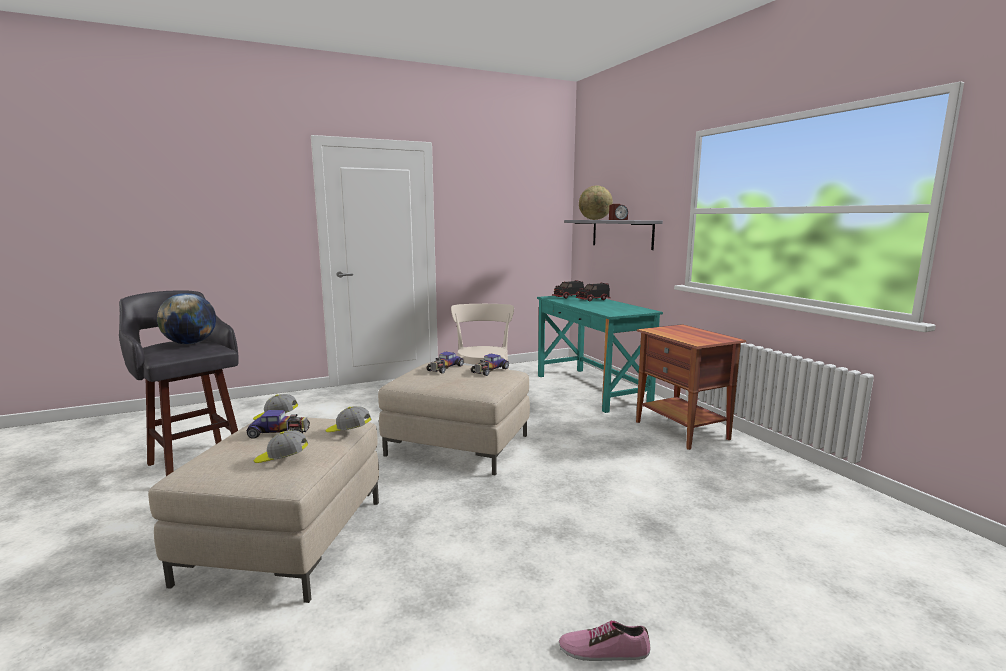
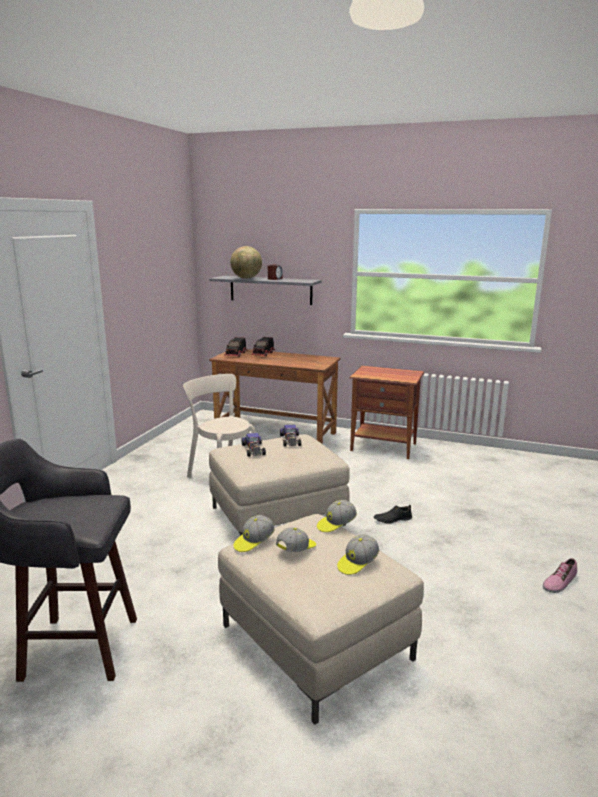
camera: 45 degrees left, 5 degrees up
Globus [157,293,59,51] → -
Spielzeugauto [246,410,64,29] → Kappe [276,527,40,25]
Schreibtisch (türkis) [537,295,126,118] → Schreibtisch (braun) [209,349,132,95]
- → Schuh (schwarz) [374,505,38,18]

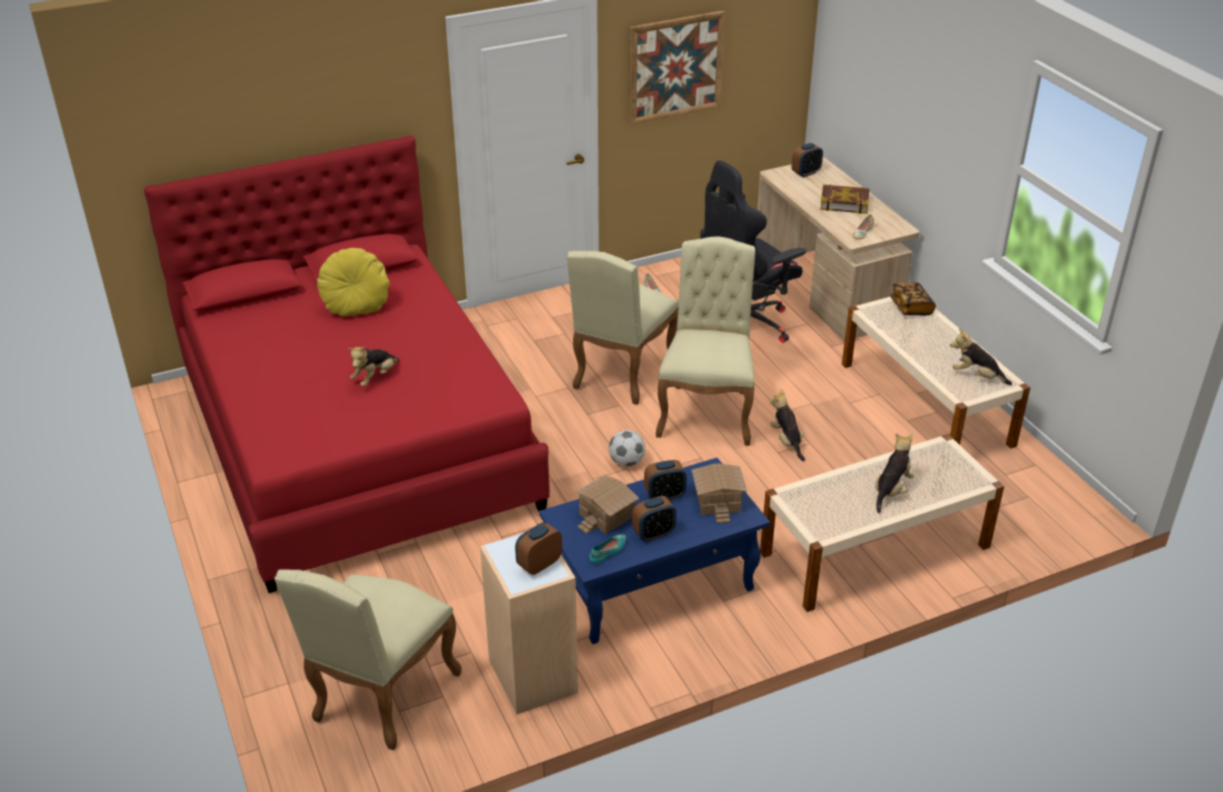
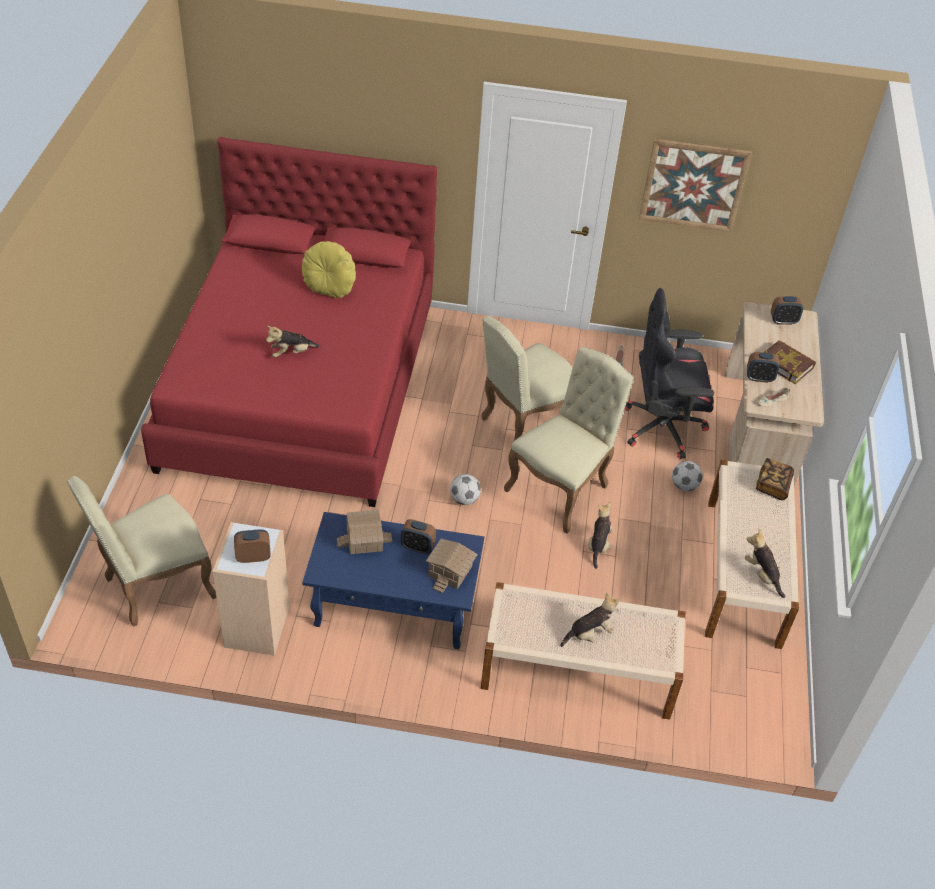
camera: 30 degrees right, 10 degrees up
Schuh (türkis) [589,534,38,30] → -
Wecker [632,496,44,46] → Wecker [747,352,32,31], relocated
- → Fußball [672,461,31,30]

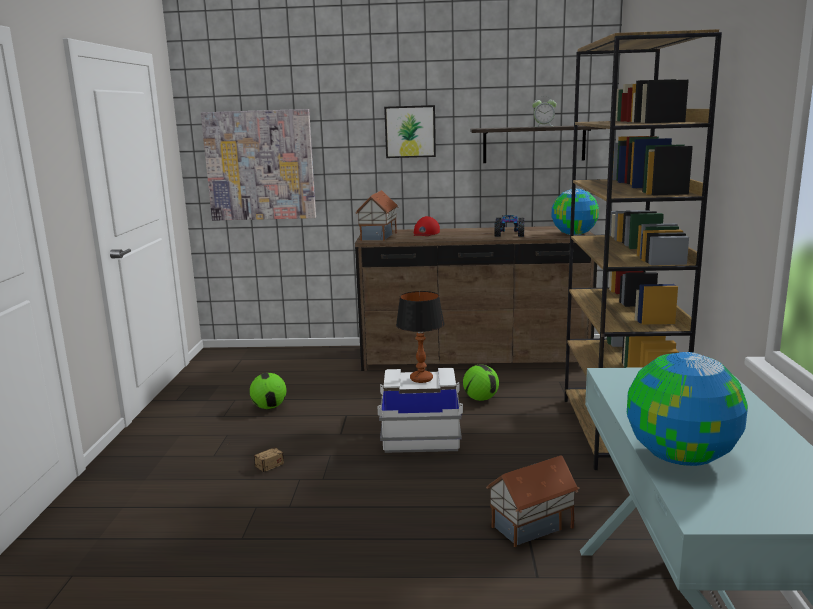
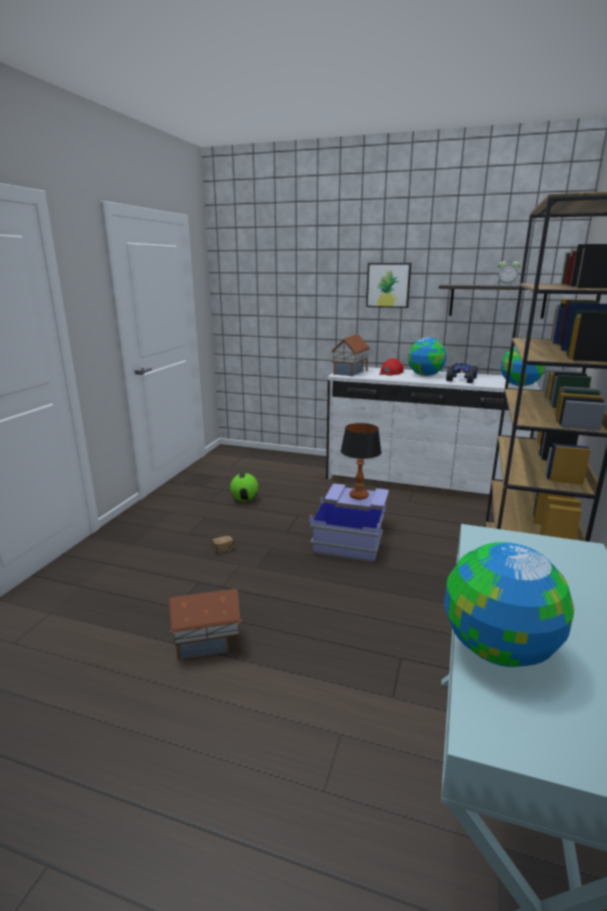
camera: 15 degrees right, 5 degrees up
Bild [201,109,115,112] → -
Kommode (braun) [355,226,242,145] → Kommode (weiß) [326,367,214,127]
Aufbewahrungsbox (weiß) [377,368,86,85] → Aufbewahrungsbox (blau) [309,484,80,78]
Fußball [463,365,36,36] → -
Spielzeughaus [486,455,94,92] → Spielzeughaus [169,589,73,71], relocated
- → Globus [408,337,39,39]

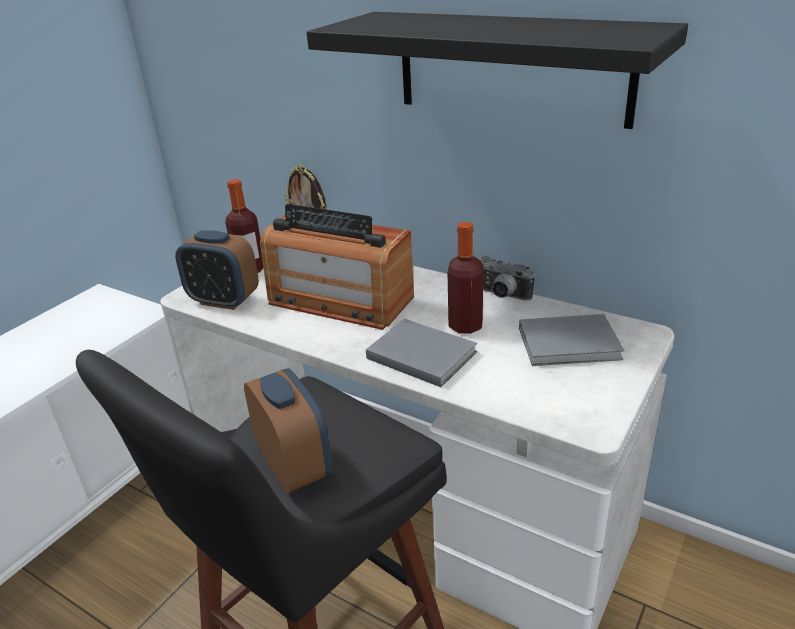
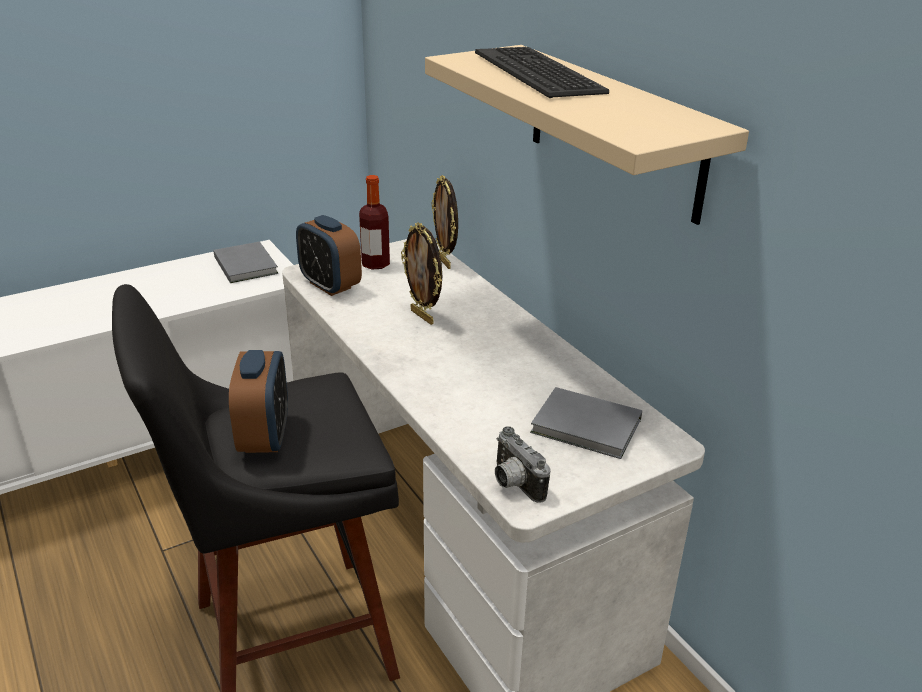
camera: 25 degrees right, 0 degrees up
Radio [260,204,154,126] → Bilderrahmen [401,222,41,103]
Wandregal (schwarz) [307,12,381,117] → Wandregal (beige) [425,45,324,180]
Buch (grau) [366,319,111,68] → Buch (grau) [214,241,64,42], relocated
Flasche [448,222,35,112] → -
Kamera [481,256,54,45] → Kamera [495,427,56,76], relocated
- → Tastatur [475,47,134,51]

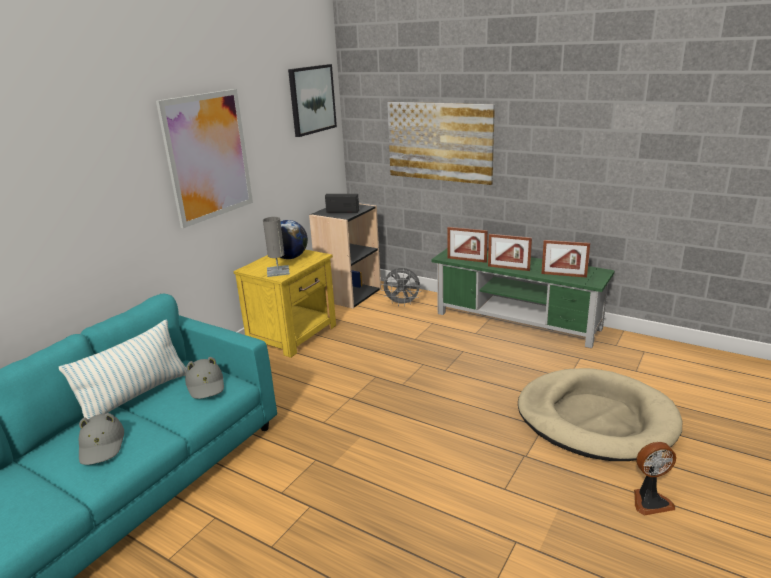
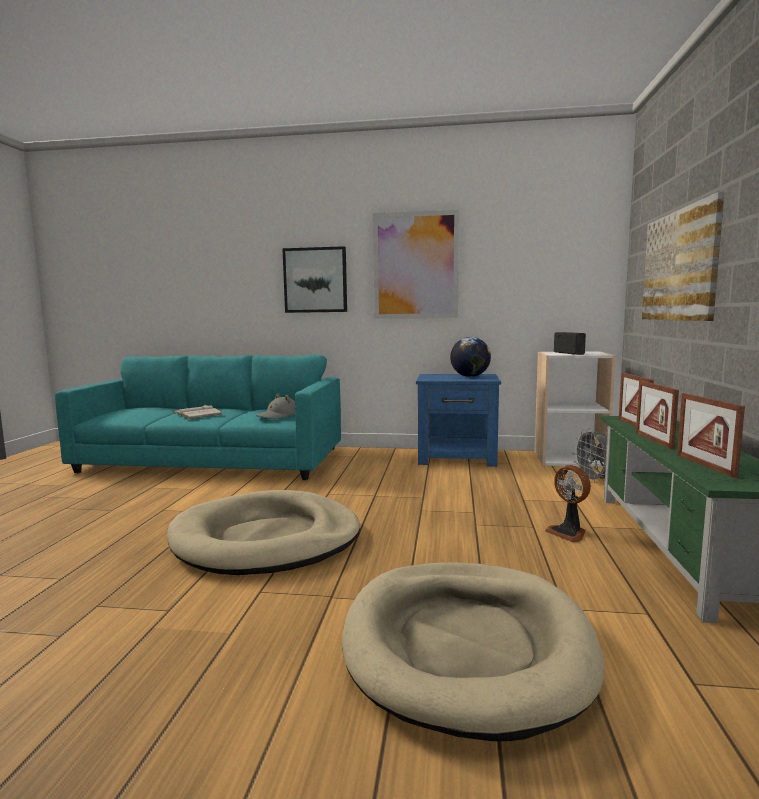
camera: 65 degrees right, 15 degrees down
Kissen [59,320,128,99] → -
Hut (grau) [79,413,45,52] → Buch (weiß) [173,405,50,14]
Nachttisch (gelb) [234,250,102,108] → Nachttisch (blau) [416,374,85,93]
Tischlampe (grau) [263,217,27,60] → -
Bild [288,64,49,73] → Bild [282,246,65,67], relocated
Bücherregal (schwarz) [309,203,72,106] → Bücherregal (weiß) [535,351,81,116]
Ventilator [634,442,42,74] → Ventilator [545,465,46,77], relocated
- → Hundebett (beige) [167,490,193,85]

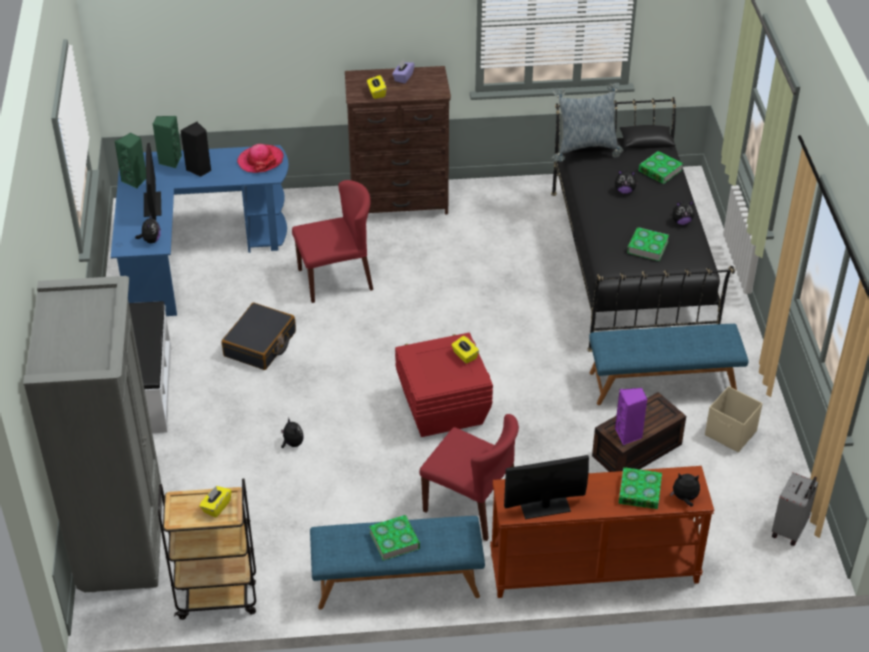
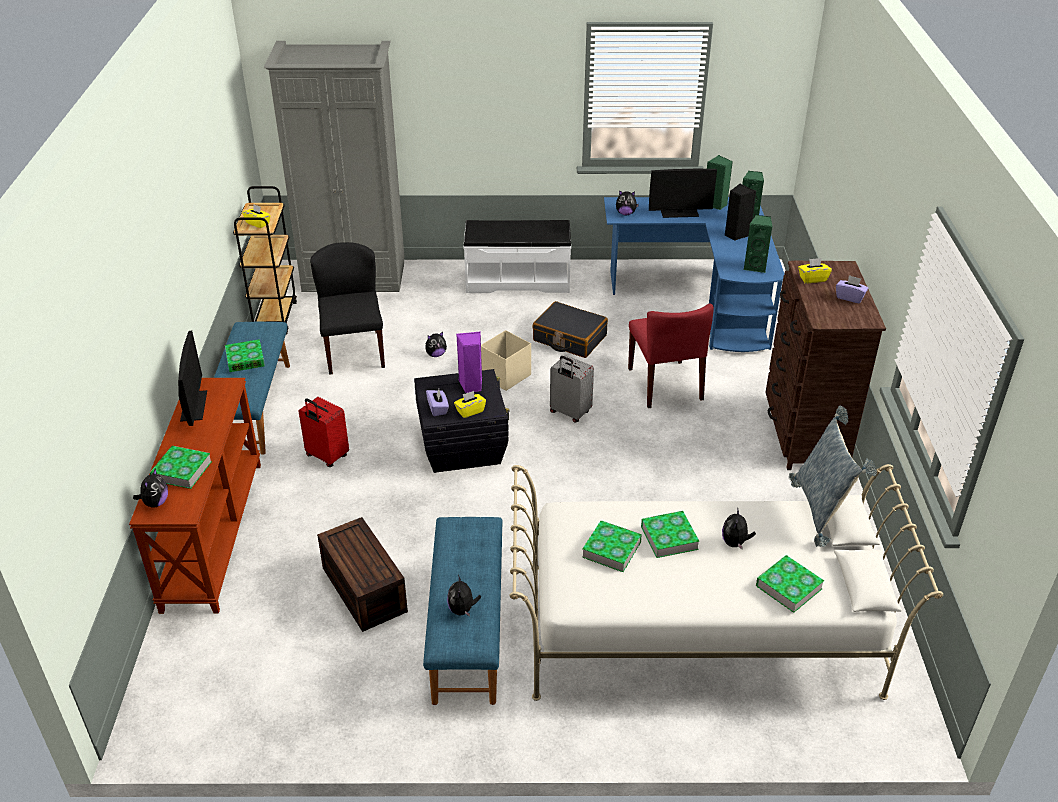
camera: 95 degrees right, 5 degrees down
Hut [237,144,47,29] → Lautsprecher (grün) [743,215,30,58]
Aufbewahrungsbox (rot) [395,333,98,104] → Aufbewahrungsbox (schwarz) [414,369,96,104]
Stuhl (rot) [419,414,100,127] → Koffer (rot) [299,397,50,70]
Bett (schwarz) [551,97,184,255] → Bett (weiß) [509,464,434,237]
Lautsprecher (lila) [615,388,32,57] → Lautsprecher (lila) [456,332,26,61], relocated
Plüschtier [672,201,22,24] → Plüschtier [447,575,34,41], relocated
Aufbewahrungsbox (beige) [705,386,58,66] → Aufbewahrungsbox (beige) [481,330,50,61], relocated
Koffer (grau) [772,472,46,74] → Koffer (grau) [550,355,44,67], relocated
- → Stuhl (schwarz) [310,242,75,133]
- → Taschentuchbox (lila) [426,389,23,27]
- → Buch [641,511,59,47]

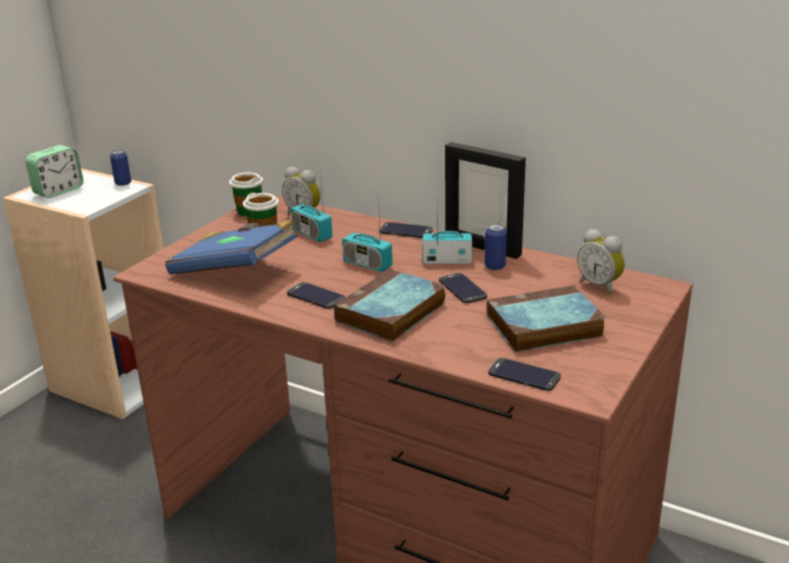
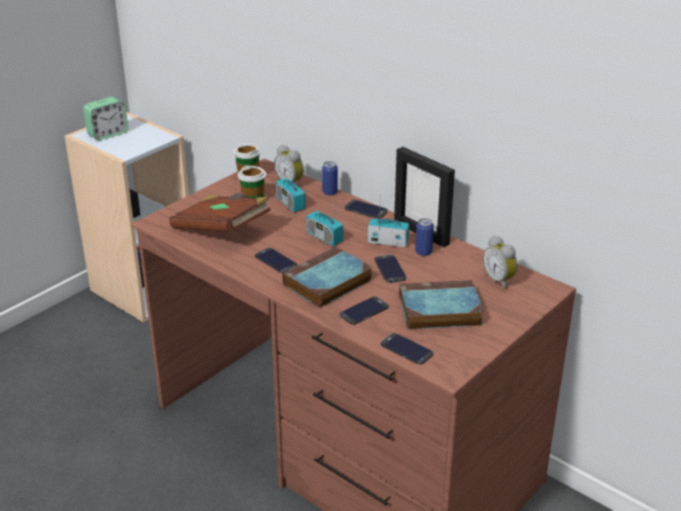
camera: 10 degrees right, 5 degrees up
Dose [110,149,21,37] → Dose [322,161,16,35], relocated
Buch (blau) [165,220,132,54] → Buch (braun) [169,193,102,39]
- → Handy [340,296,49,29]

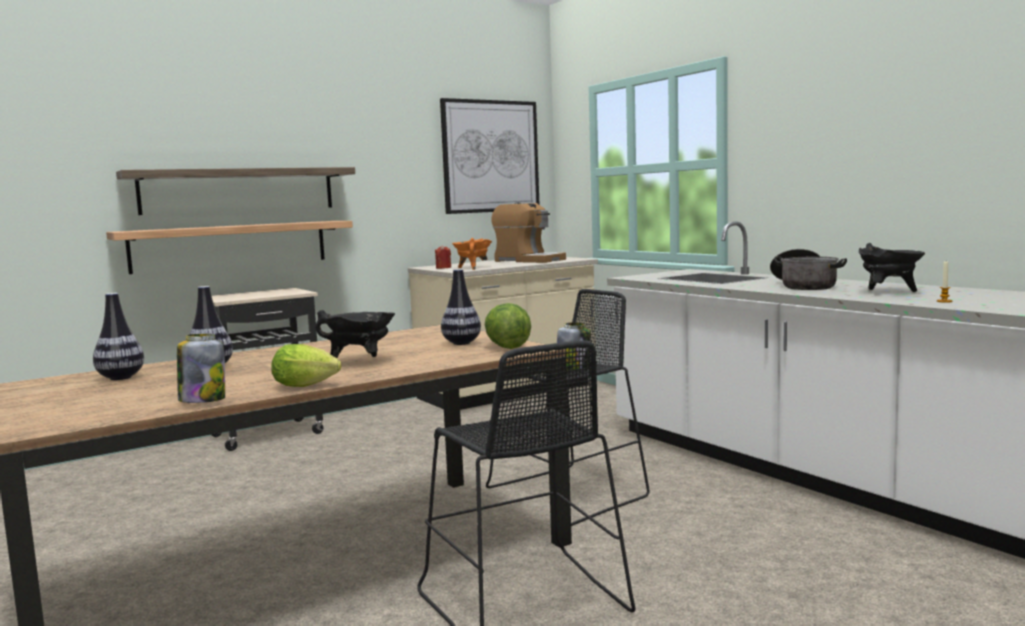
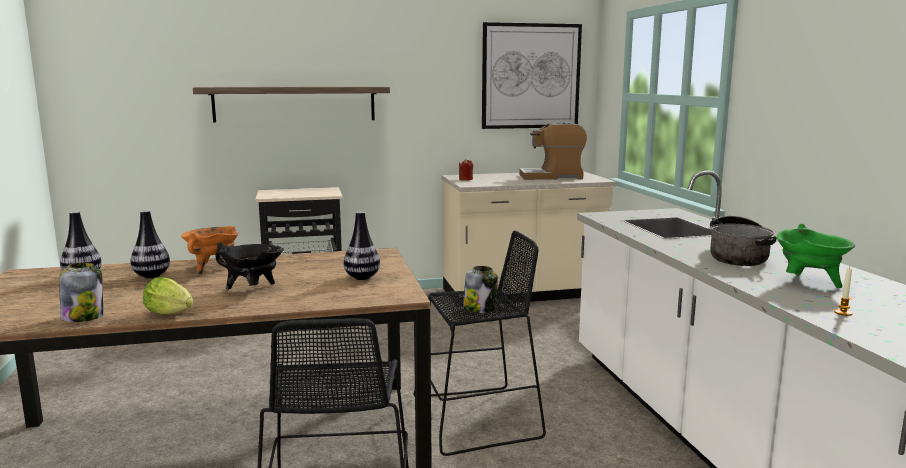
camera: 20 degrees right, 5 degrees up
Wandregal [106,221,247,53] → -
Kochtopf (orange) [452,238,40,32] → Kochtopf (orange) [181,226,57,49], relocated
Salatkopf [485,303,46,46] → -
Kaffeemaschine [491,202,75,61] → Kaffeemaschine [519,122,68,58], 120 degrees clockwise
Kochtopf (schwarz) [859,243,66,49] → Kochtopf (grün) [776,224,79,64]

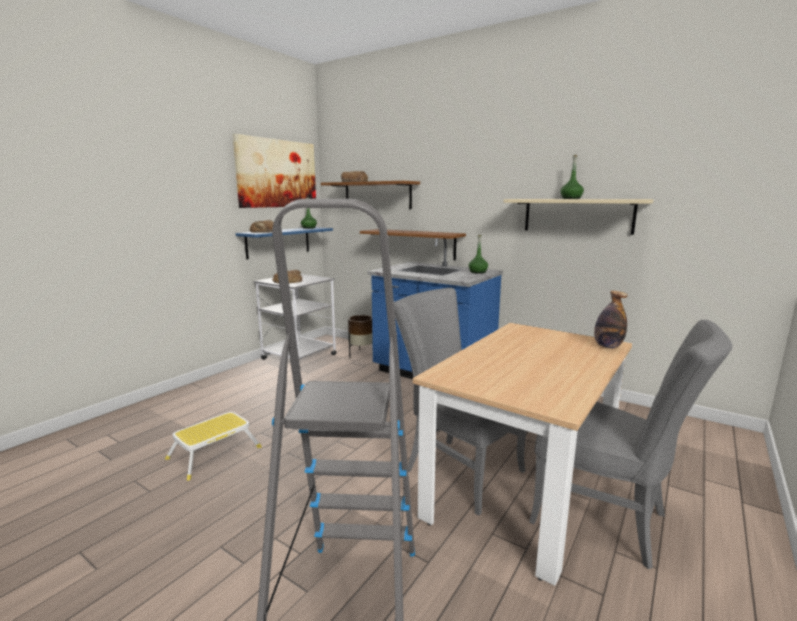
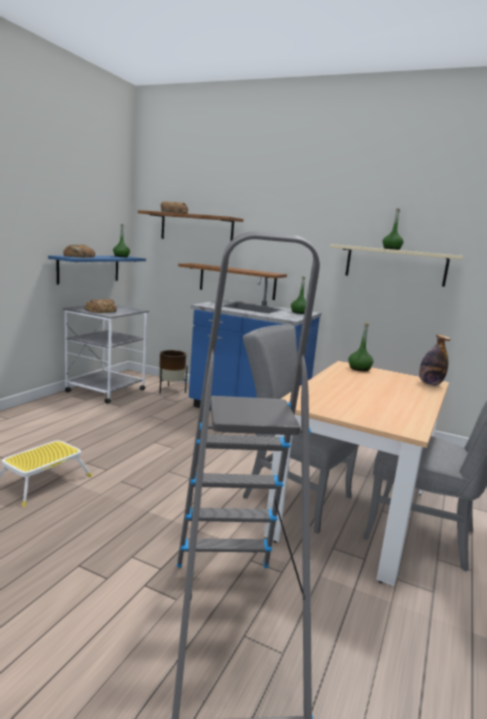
camera: 10 degrees left, 0 degrees up
Bild [233,134,83,74] → -
- → Flasche (grün) [348,322,26,49]

